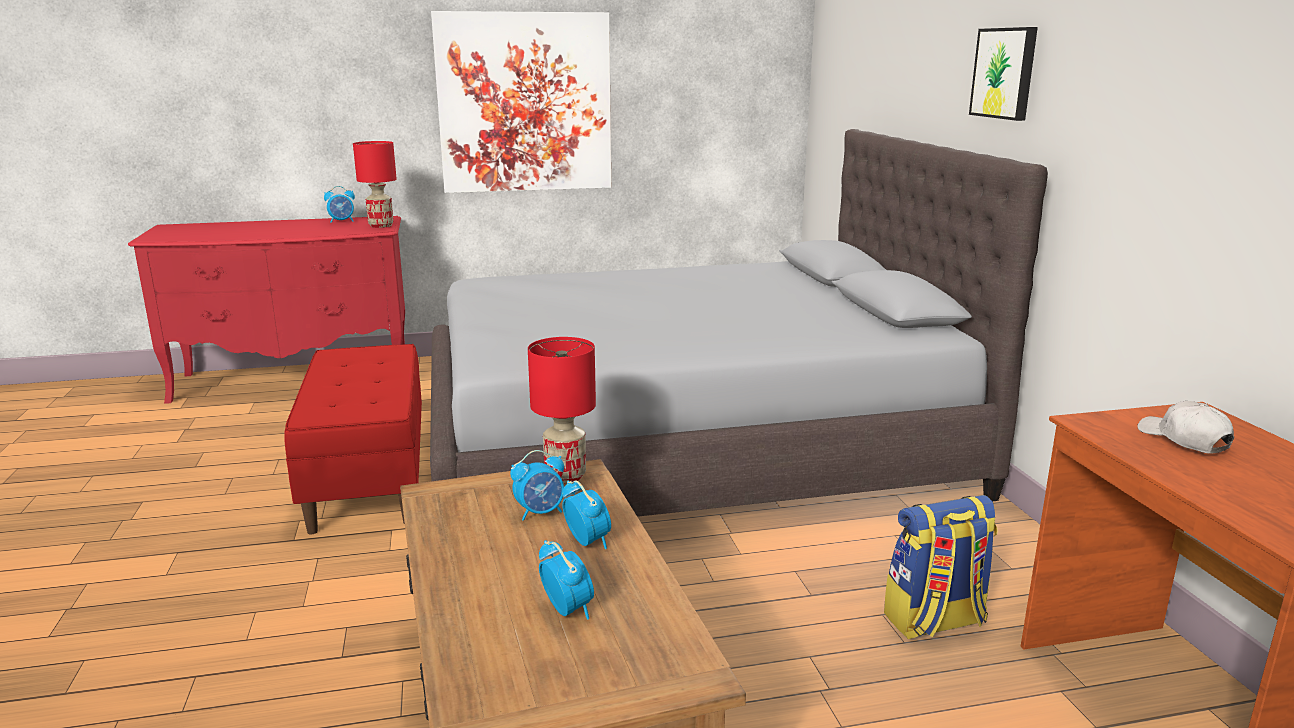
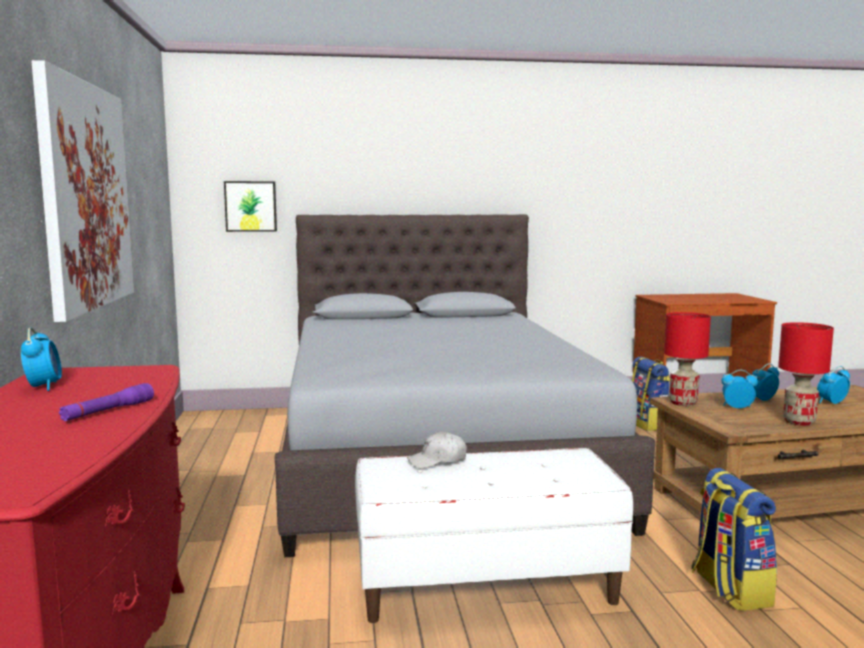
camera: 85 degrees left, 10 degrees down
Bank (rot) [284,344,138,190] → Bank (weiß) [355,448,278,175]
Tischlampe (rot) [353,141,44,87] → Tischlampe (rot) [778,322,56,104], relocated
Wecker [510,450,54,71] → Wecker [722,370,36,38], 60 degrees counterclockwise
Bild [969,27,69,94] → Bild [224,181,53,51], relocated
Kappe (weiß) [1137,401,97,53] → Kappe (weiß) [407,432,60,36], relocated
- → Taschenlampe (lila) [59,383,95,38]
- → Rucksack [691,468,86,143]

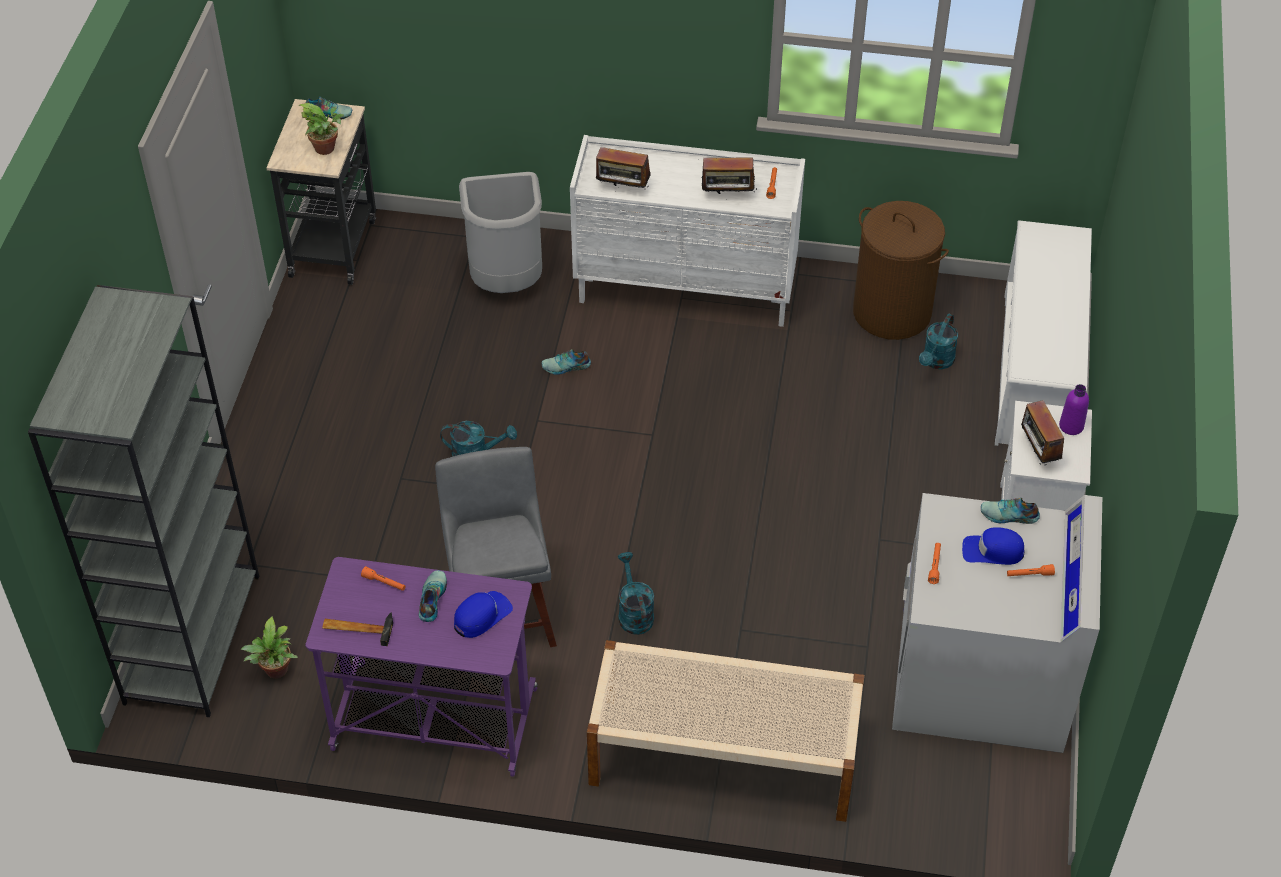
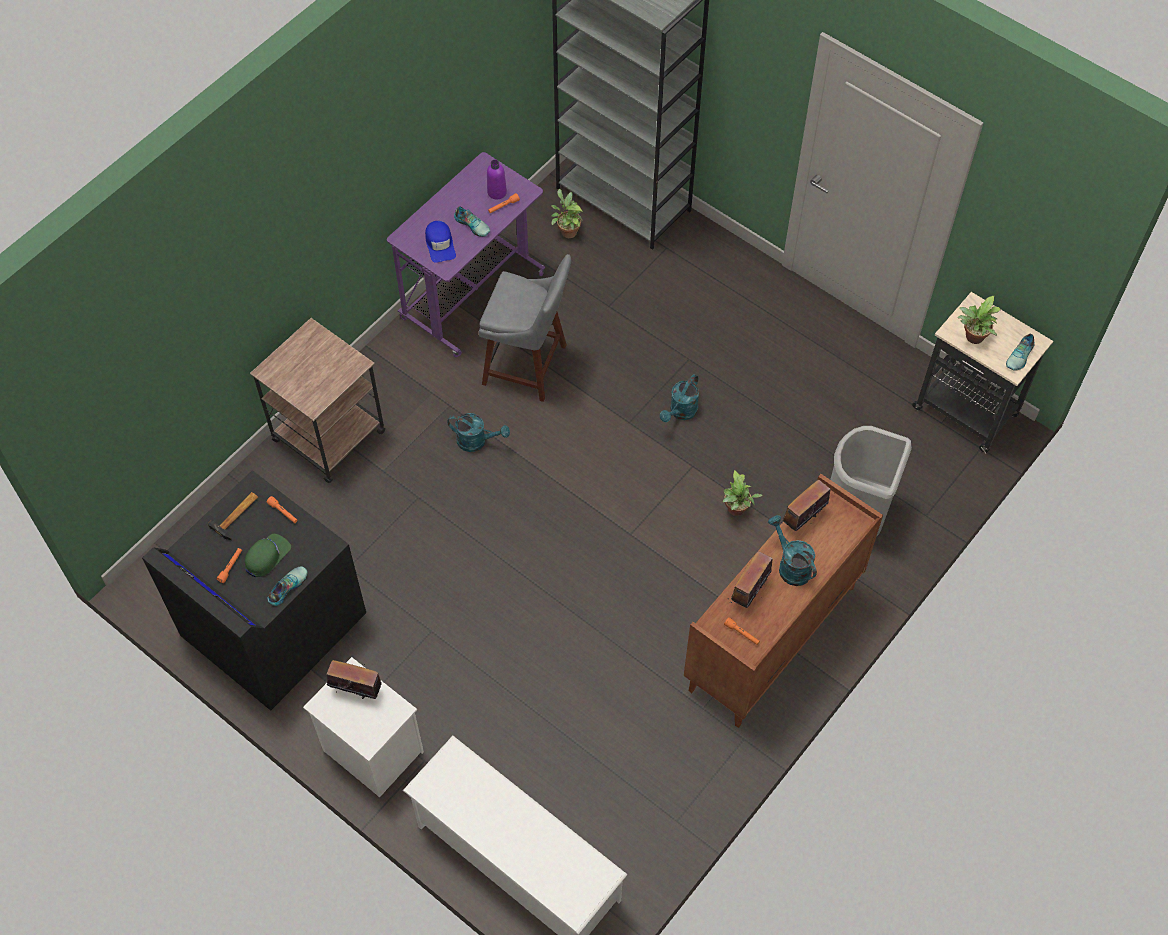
camera: 120 degrees right, 10 degrees up
Hammer [322,613,71,33] → Hammer [208,492,50,48], relocated
Schuh [541,349,50,26] → Topfpflanze [723,470,39,46]
Schrank (weiß) [570,135,235,192] → Schrank (braun) [684,474,199,254]
Bank (beige) [587,640,278,182] → Rollwagen (braun) [250,318,136,165]
Wäschekorb (braun) [853,201,96,139] → -
Waschmaschine (weiß) [892,493,210,260] → Waschmaschine (schwarz) [142,470,224,241]
Gießkanne (türkis) [919,314,39,55] → Gießkanne (türkis) [768,515,49,71], relocated
Kappe (blau) [962,527,63,38] → Kappe (grün) [245,534,46,43]
Flasche (lila) [1059,384,30,51] → Flasche (lila) [487,159,20,41], relocated

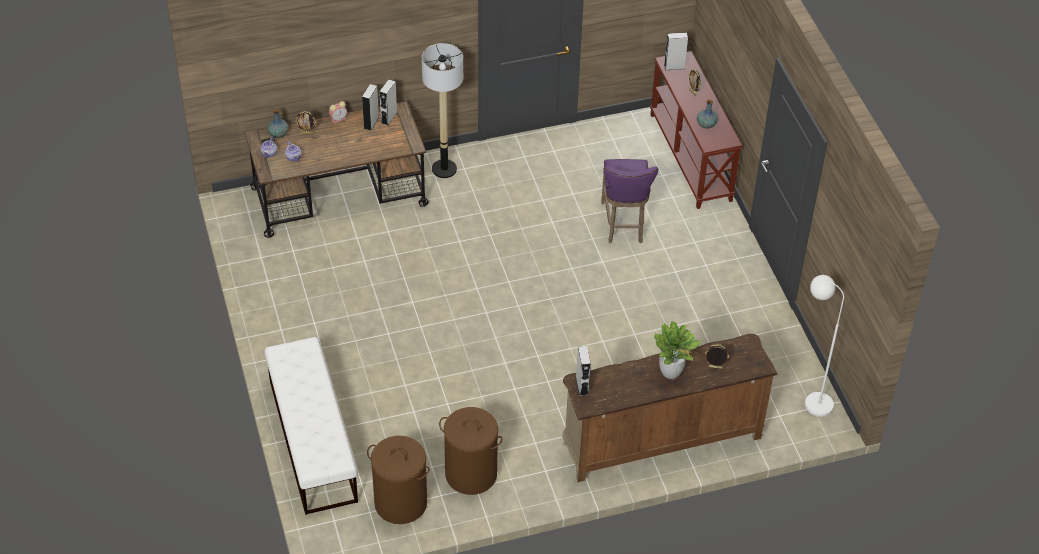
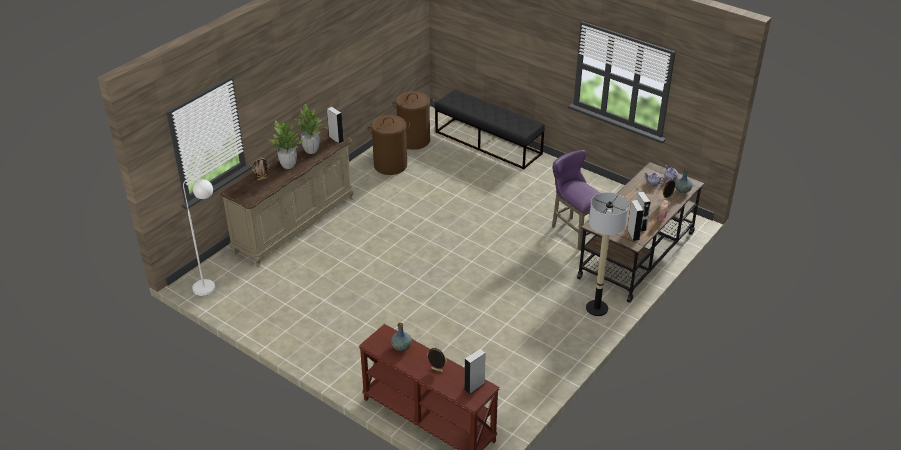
camera: 145 degrees right, 10 degrees down
Bank (weiß) [264,337,94,178] → Bank (schwarz) [435,89,110,80]
Hocker (lila) [601,159,57,84] → Hocker (lila) [552,150,48,101], relocated
- → Topfpflanze [292,104,30,50]

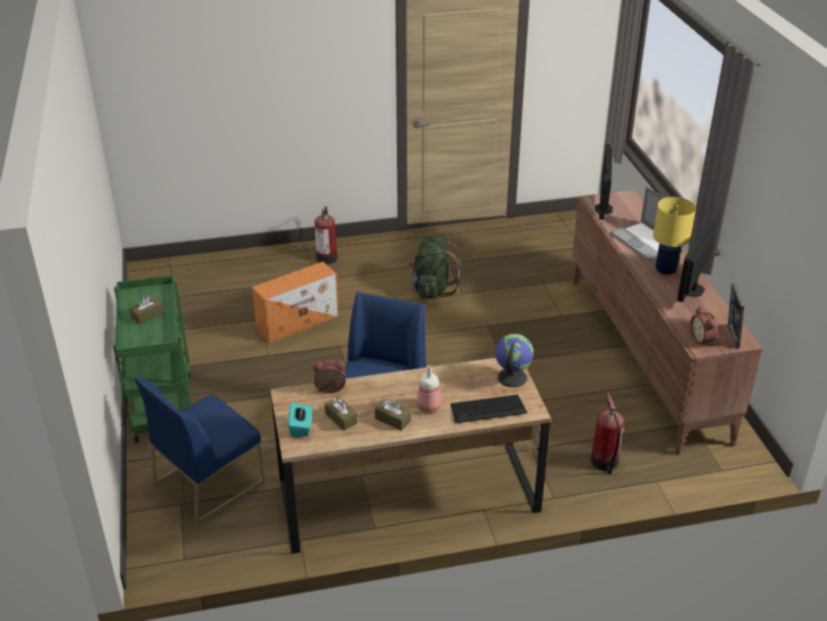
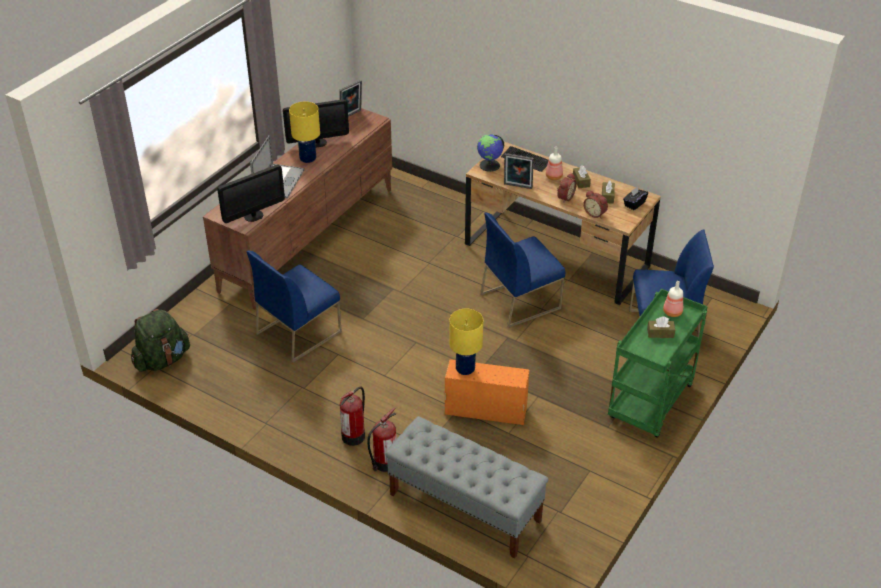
camera: 135 degrees left, 5 degrees up
Taschentuchbox (türkis) [288,403,24,34] → Taschentuchbox (schwarz) [623,187,25,23]
Rucksack (grün) [408,235,53,64] → Rucksack (grün) [131,309,59,63], relocated
Feuerlöscher [591,392,33,82] → Feuerlöscher [340,387,25,59], relocated
Wecker [690,306,28,41] → Wecker [557,173,20,30], relocated
- → Stuhl (blau) [247,250,95,113]
- → Bank (grau) [385,416,164,142]
- → Tischlampe (gelb) [449,309,34,66]
- → Bilderrahmen [504,153,30,36]
- → Flasche [663,281,20,36]

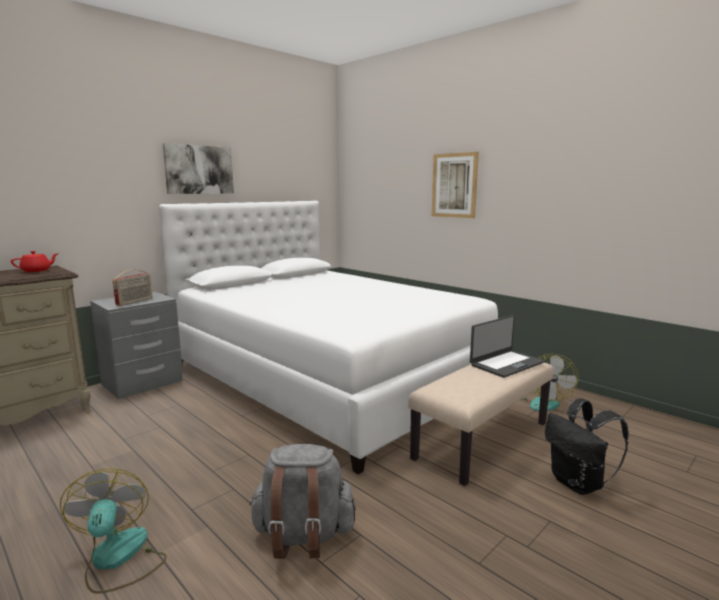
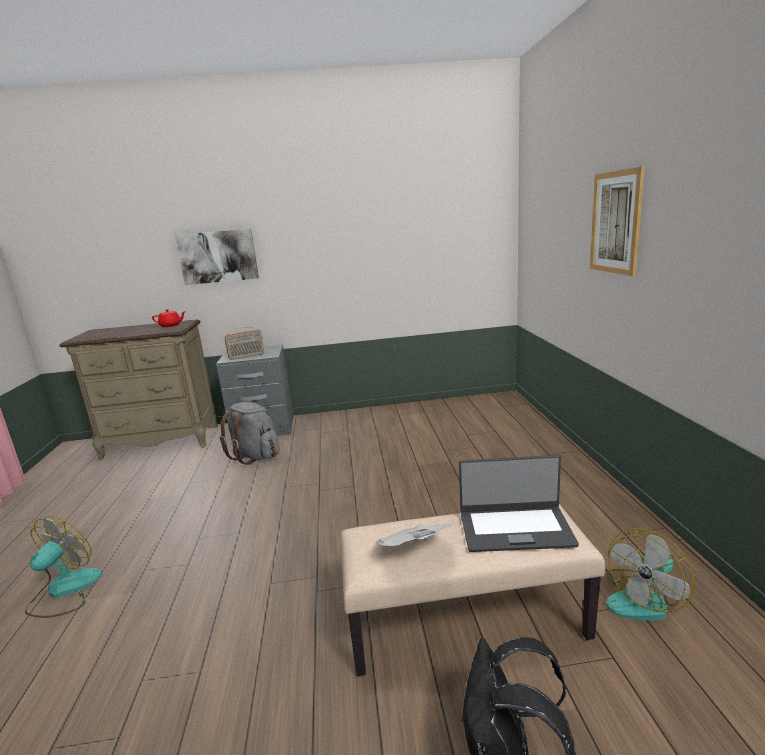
camera: 40 degrees right, 5 degrees up
Bett (weiß) [159,201,339,273] → -
Bild [163,143,71,51] → Bild [175,229,84,56], relocated
Rucksack (grau) [249,444,107,115] → Rucksack (grau) [220,402,60,63], relocated
- → Zeitung [377,524,75,22]

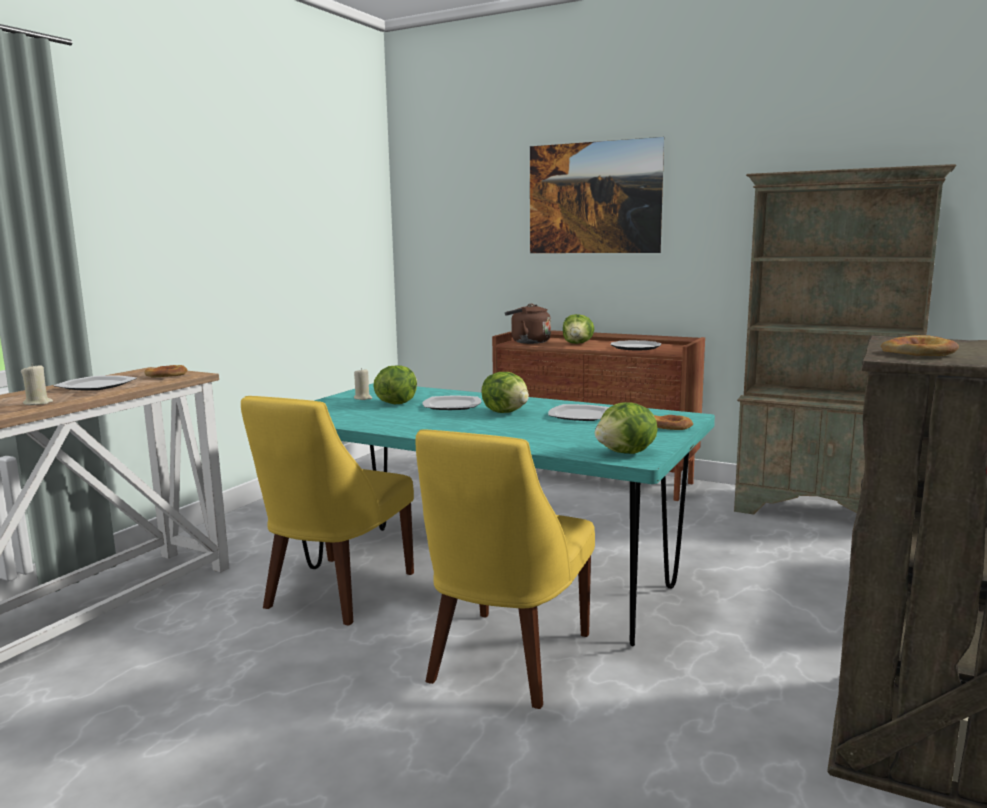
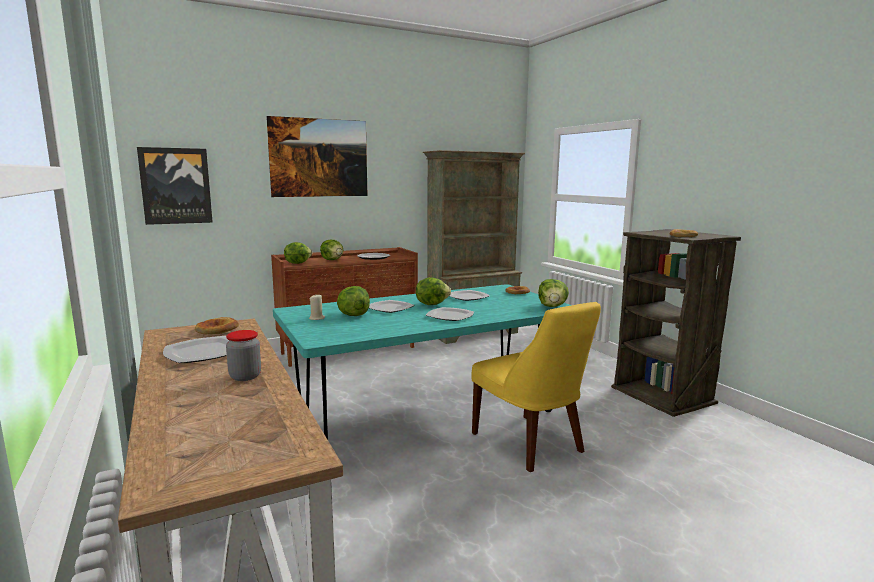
camera: 55 degrees left, 0 degrees up
Kerze (beige) [21,364,32,41] → Vorratsglas [226,330,35,51]
Stuhl (gelb) [241,396,173,229] → -
Wasserkessel (braun) [505,304,46,40] → Salatkopf [284,242,28,22]
- → Bild [137,147,76,78]
- → Teller [426,307,48,14]

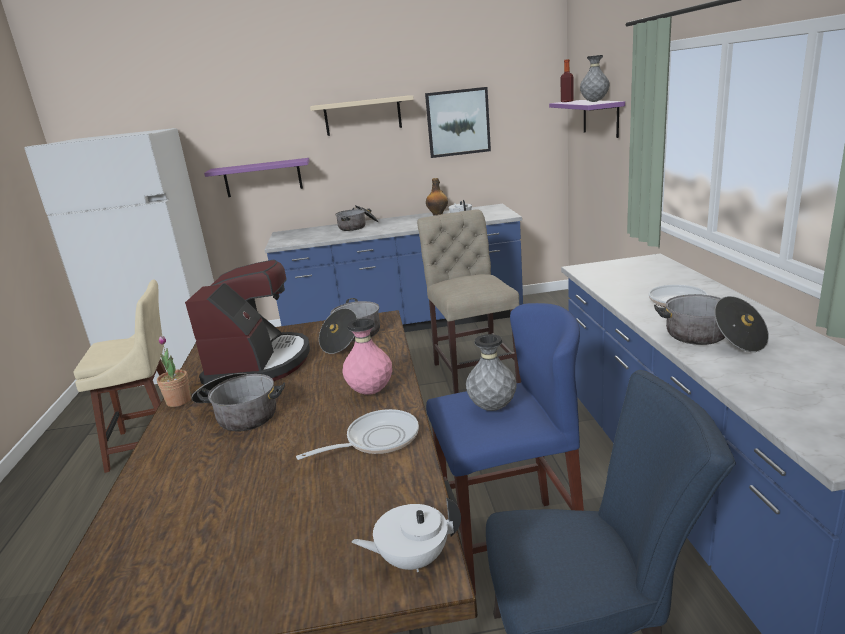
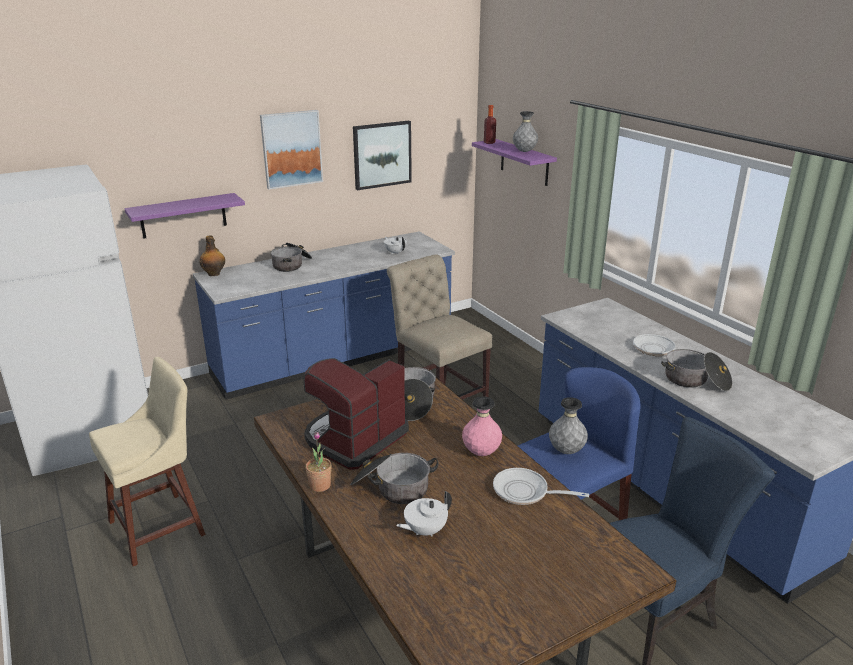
camera: 25 degrees left, 5 degrees up
Kaffeemaschine [185,260,125,125] → Kaffeemaschine [303,358,106,112], 120 degrees counterclockwise
Pfanne [296,409,123,51] → Pfanne [493,468,96,37], 105 degrees counterclockwise
Wandregal (beige) [310,95,104,41] → Bild [260,110,63,80]
Teekanne (weiß) [352,498,109,74] → Teekanne (weiß) [396,491,56,46], relocated
Flasche [426,178,22,38] → Flasche [199,236,26,40], relocated

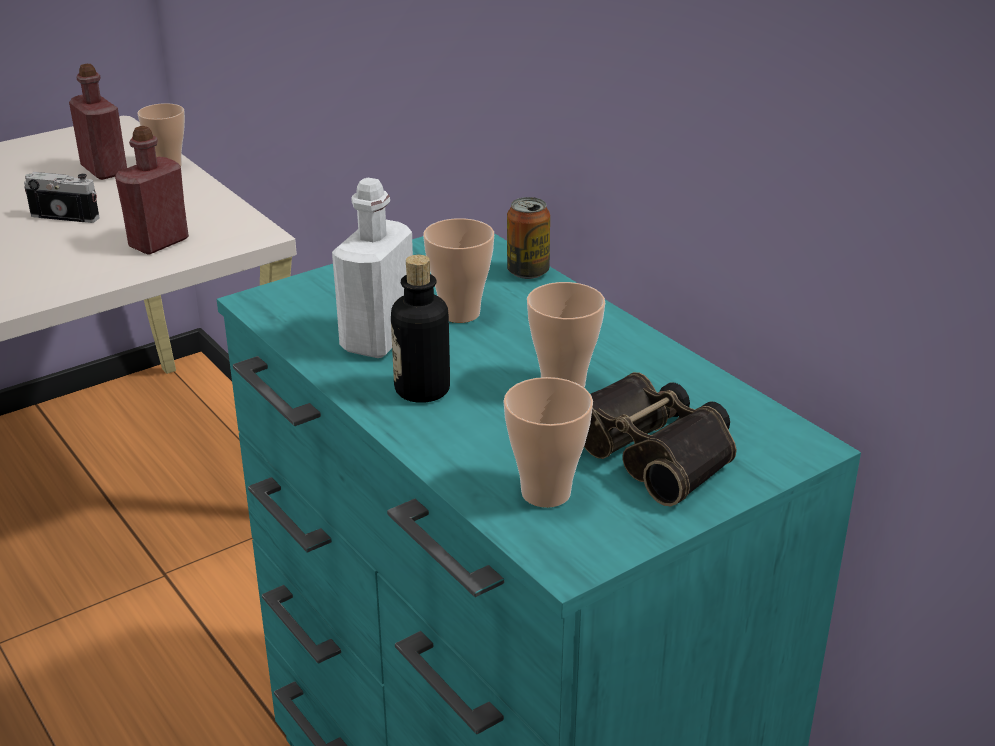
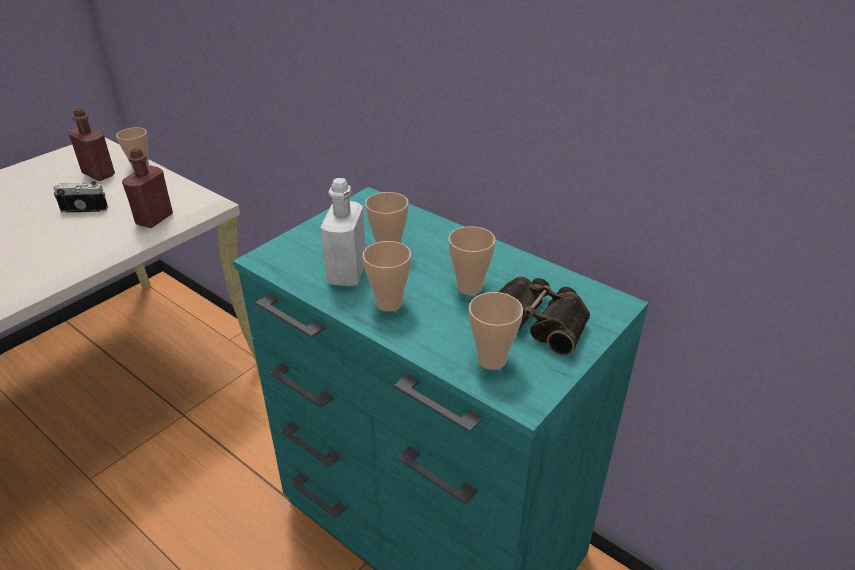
camera: 15 degrees left, 5 degrees up
Flasche [391,255,59,148] → Tasse [363,241,48,71]
Dose [507,197,43,82] → -

